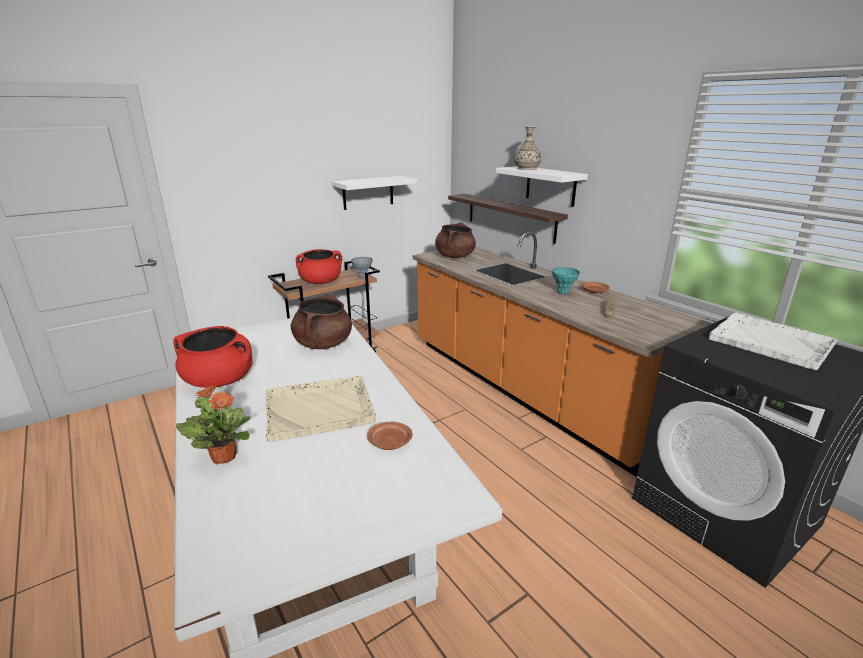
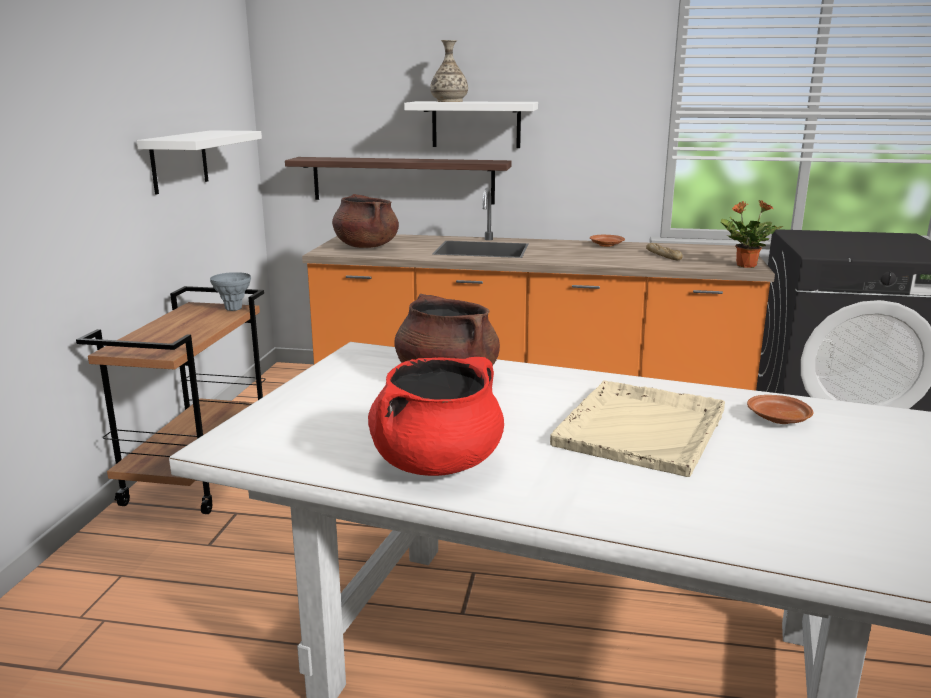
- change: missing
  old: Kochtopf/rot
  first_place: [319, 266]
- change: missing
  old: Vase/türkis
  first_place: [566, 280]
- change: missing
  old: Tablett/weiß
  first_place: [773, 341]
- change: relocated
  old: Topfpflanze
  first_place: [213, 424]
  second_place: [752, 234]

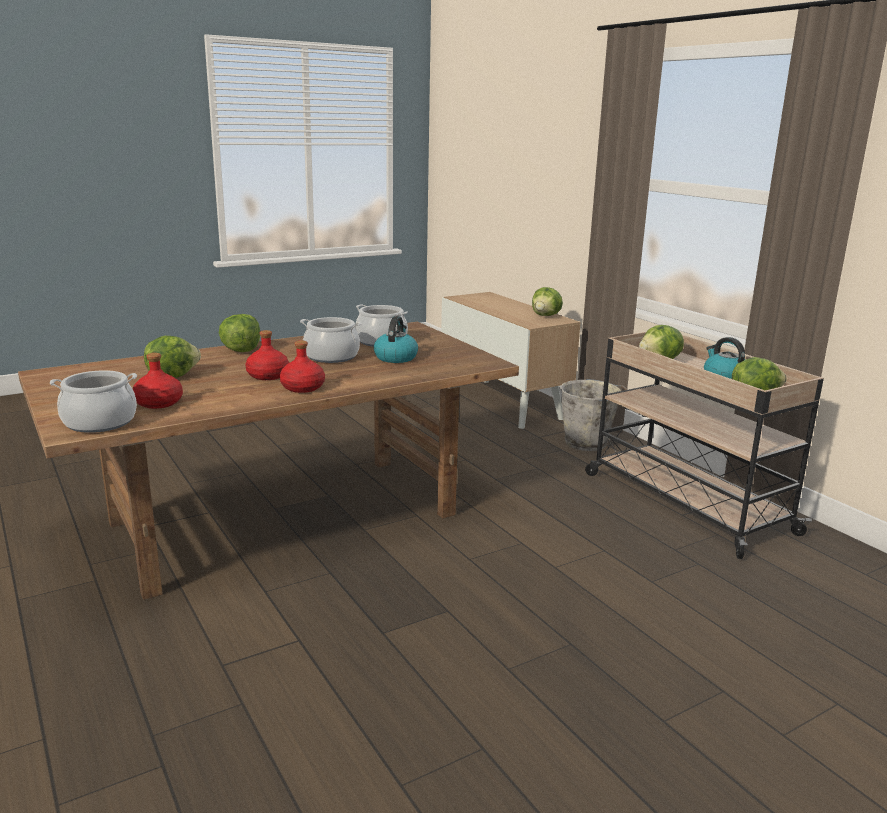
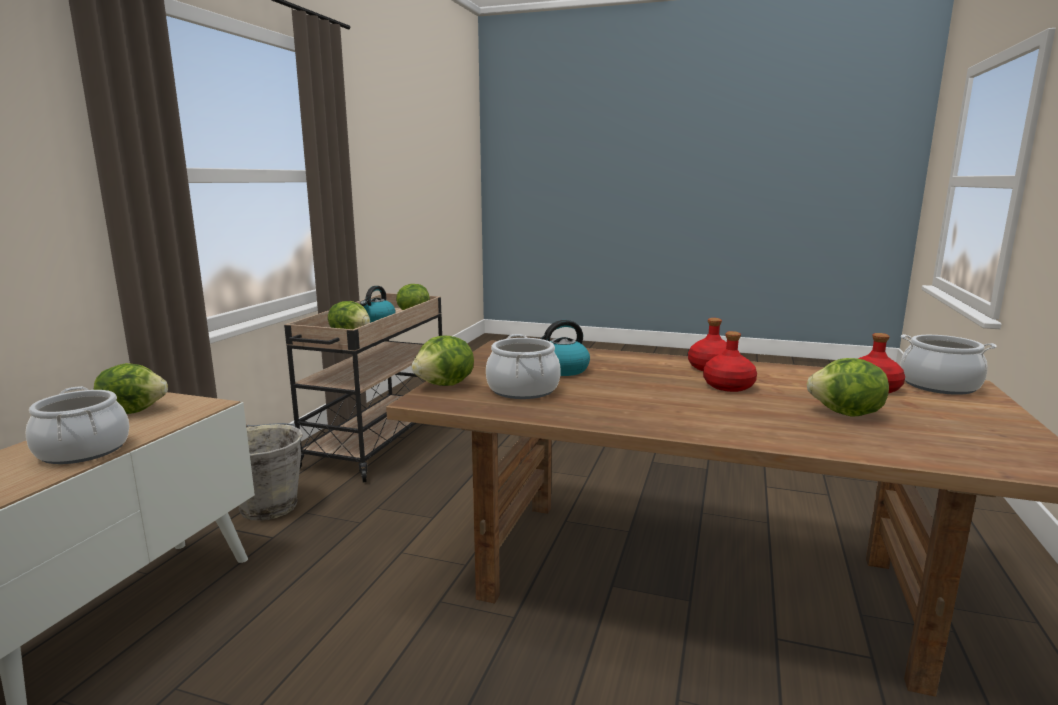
- change: relocated
  old: Salatkopf
  first_place: [239, 333]
  second_place: [442, 361]
- change: relocated
  old: Kochtopf
  first_place: [331, 340]
  second_place: [77, 425]

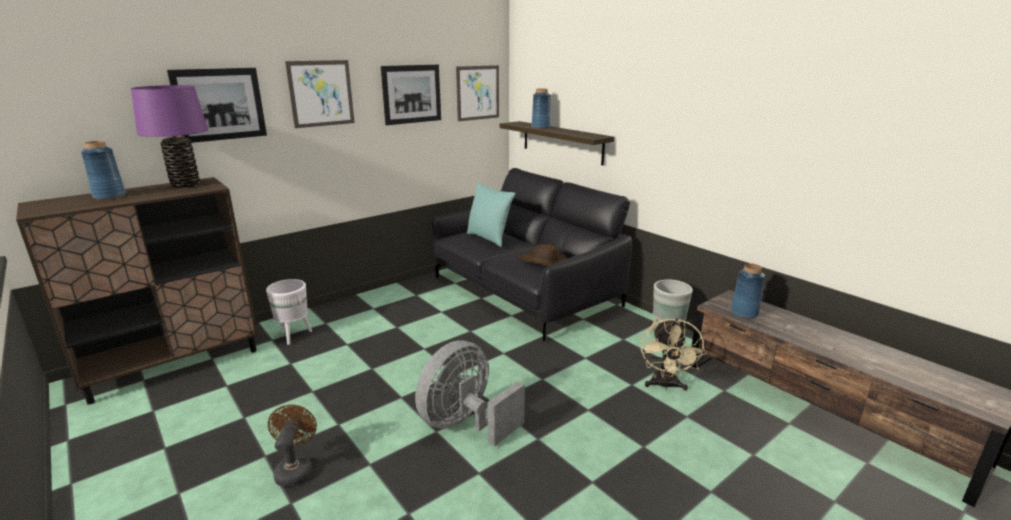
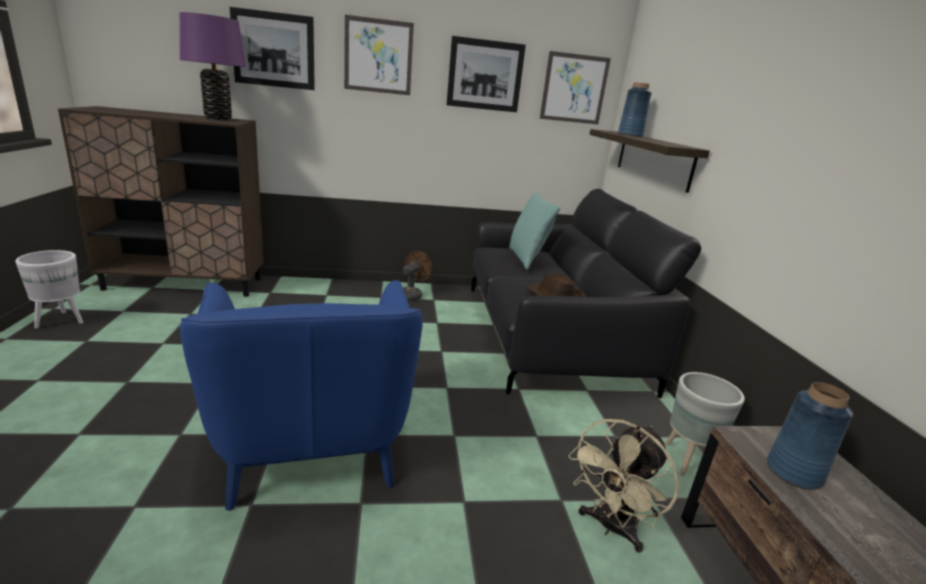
- change: missing
  old: Vase/blau
  first_place: [103, 170]
- change: relocated
  old: Pflanzkübel/weiß
  first_place: [289, 312]
  second_place: [49, 289]
- change: relocated
  old: Ventilator/braun
  first_place: [292, 446]
  second_place: [417, 276]
- change: exchanged
  old: Ventilator/grau
  new: Sessel/blau
  first_place: [470, 393]
  second_place: [301, 395]

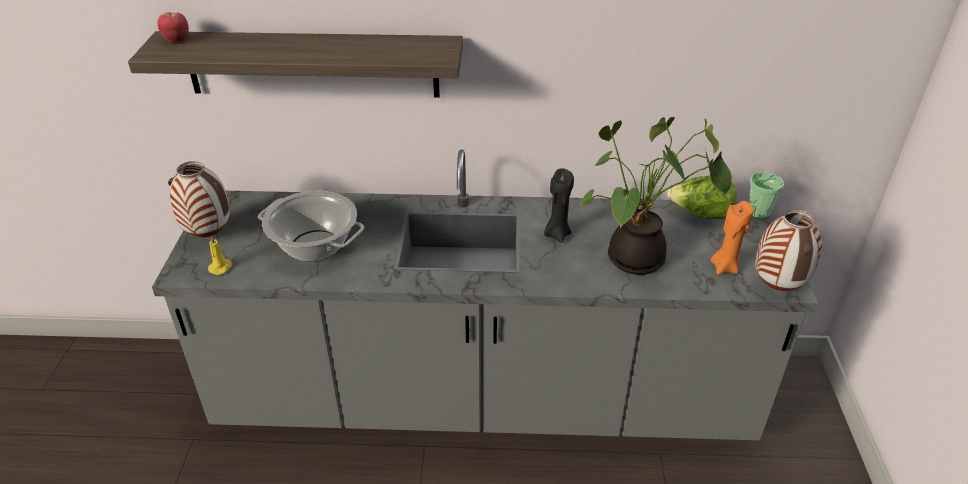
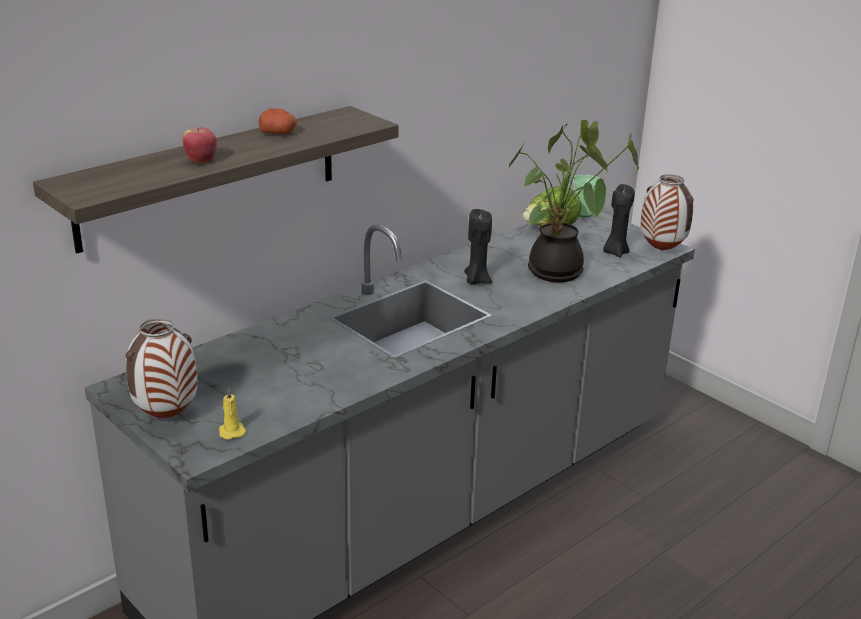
- change: missing
  old: Kochtopf
  first_place: [311, 226]
- change: appeared
  new: Kartoffel
  second_place: [277, 121]
- change: relocated
  old: Apfel
  first_place: [173, 27]
  second_place: [199, 145]
- change: colour
  old: Kerze/orange
  new: Kerze/schwarz
  first_place: [732, 238]
  second_place: [619, 220]

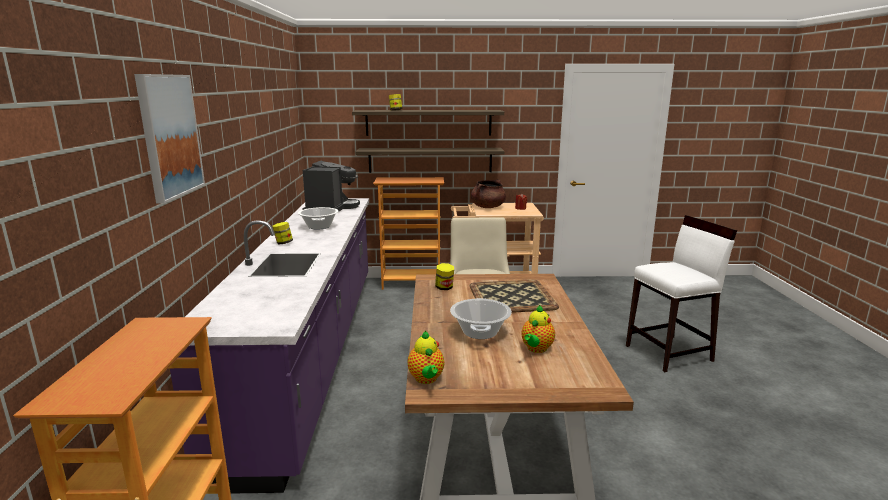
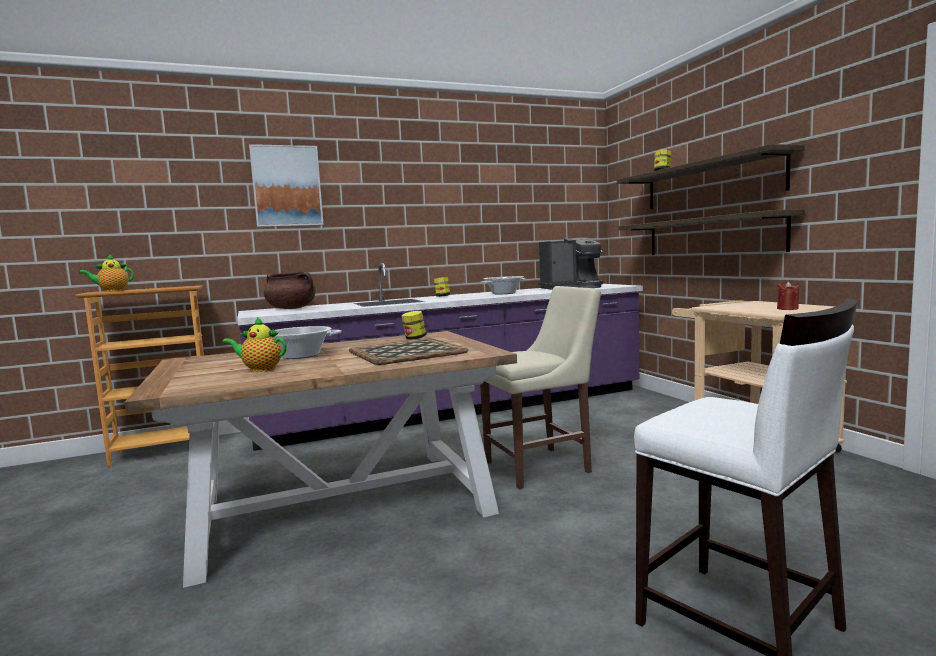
- change: missing
  old: Bücherregal
  first_place: [408, 233]
- change: relocated
  old: Teekanne
  first_place: [425, 357]
  second_place: [106, 273]
- change: relocated
  old: Kochtopf/braun
  first_place: [488, 194]
  second_place: [290, 290]

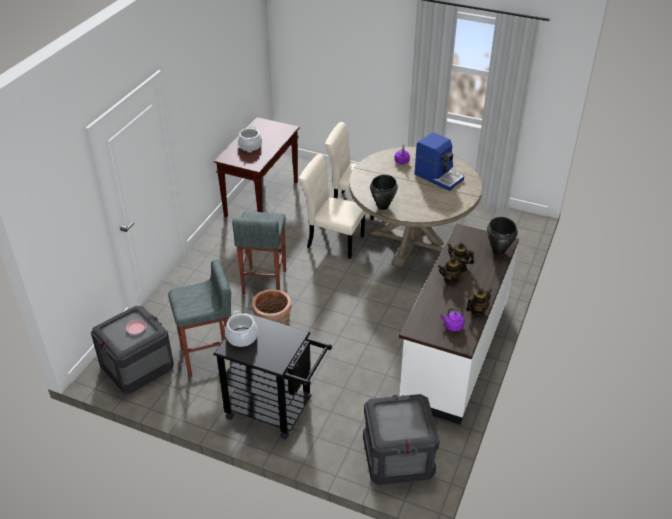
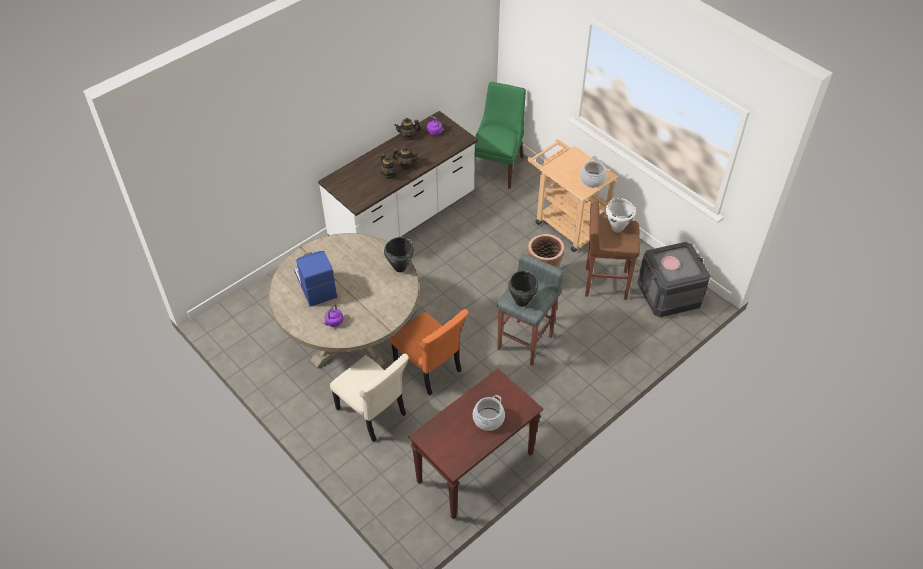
- change: appeared
  new: Kochtopf/weiß
  second_place: [620, 215]
- change: relocated
  old: Kochtopf/schwarz
  first_place: [502, 236]
  second_place: [523, 289]
- change: exchanged
  old: Kiste
  new: Stuhl/grün
  first_place: [401, 439]
  second_place: [500, 135]
- change: colour
  old: Hocker/grau
  new: Hocker/braun
  first_place: [200, 318]
  second_place: [612, 250]
- change: colour
  old: Rollwagen/schwarz
  new: Rollwagen/beige
  first_place: [273, 375]
  second_place: [573, 195]
- change: colour
  old: Stuhl/beige
  new: Stuhl/orange
  first_place: [332, 206]
  second_place: [429, 352]

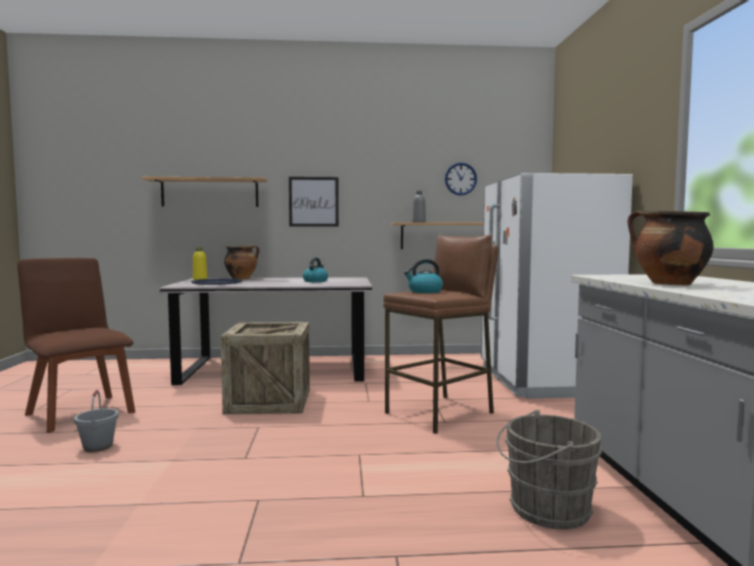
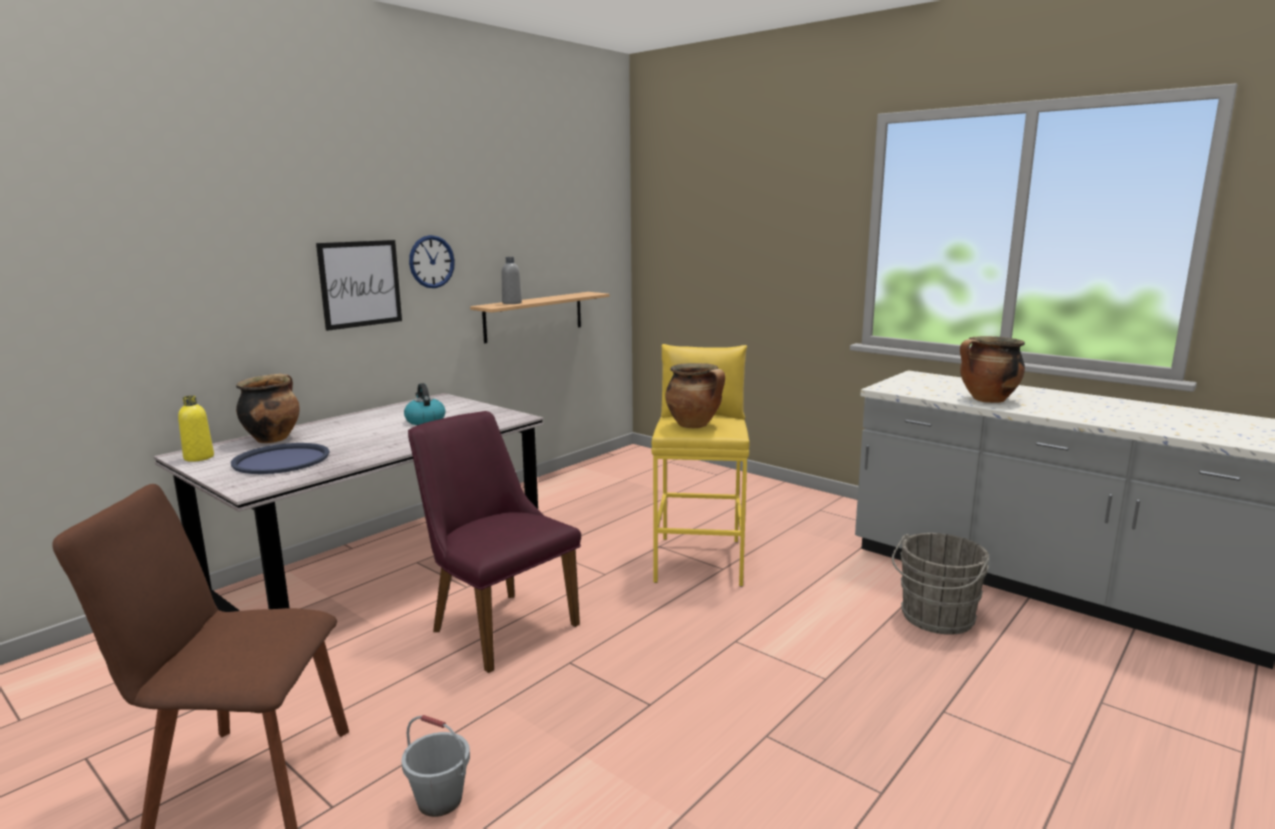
- change: missing
  old: Wandregal
  first_place: [205, 192]
- change: missing
  old: Kühlschrank/weiß
  first_place: [557, 286]
- change: relocated
  old: Wanduhr
  first_place: [461, 179]
  second_place: [432, 261]
- change: exchanged
  old: Kiste
  new: Stuhl/lila
  first_place: [265, 368]
  second_place: [494, 542]
- change: exchanged
  old: Wasserkessel
  new: Kochtopf
  first_place: [423, 276]
  second_place: [695, 395]
- change: colour
  old: Hocker/braun
  new: Hocker/gelb
  first_place: [441, 334]
  second_place: [700, 465]

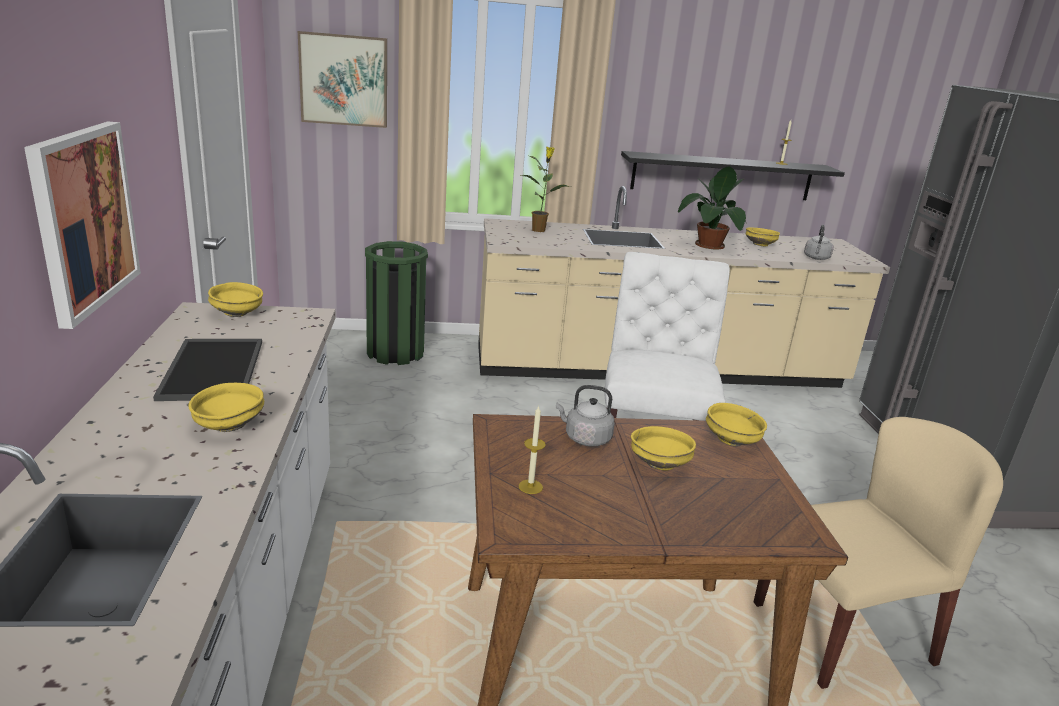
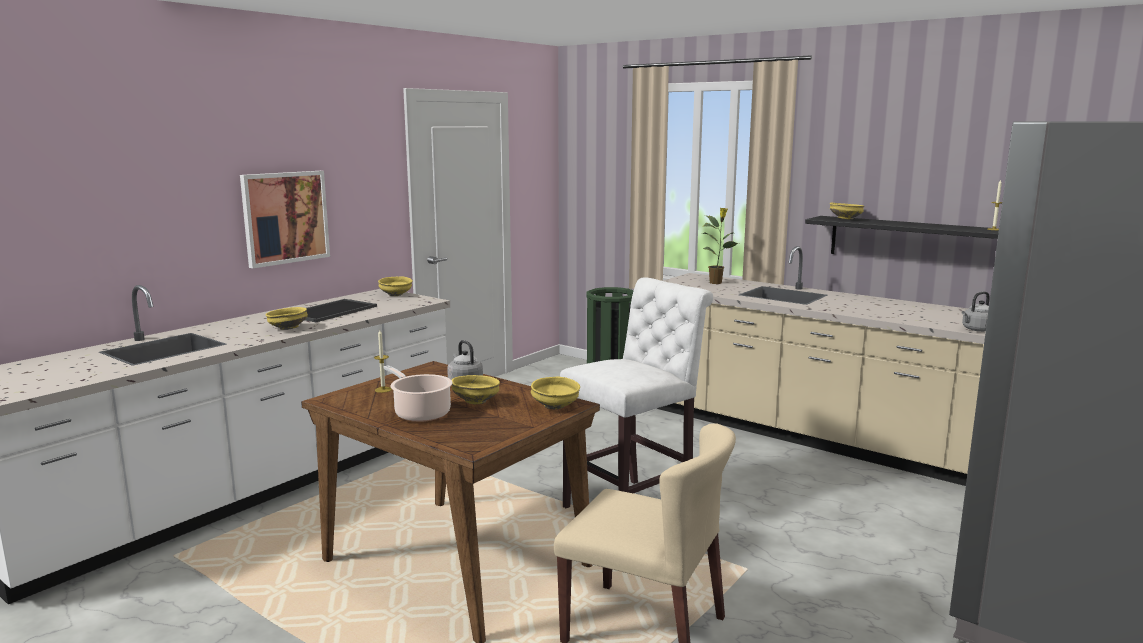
- change: missing
  old: Bild
  first_place: [342, 79]
- change: missing
  old: Topfpflanze
  first_place: [712, 207]
- change: appeared
  new: Kochtopf
  second_place: [418, 393]
- change: relocated
  old: Schüssel/gelb
  first_place: [763, 237]
  second_place: [847, 211]

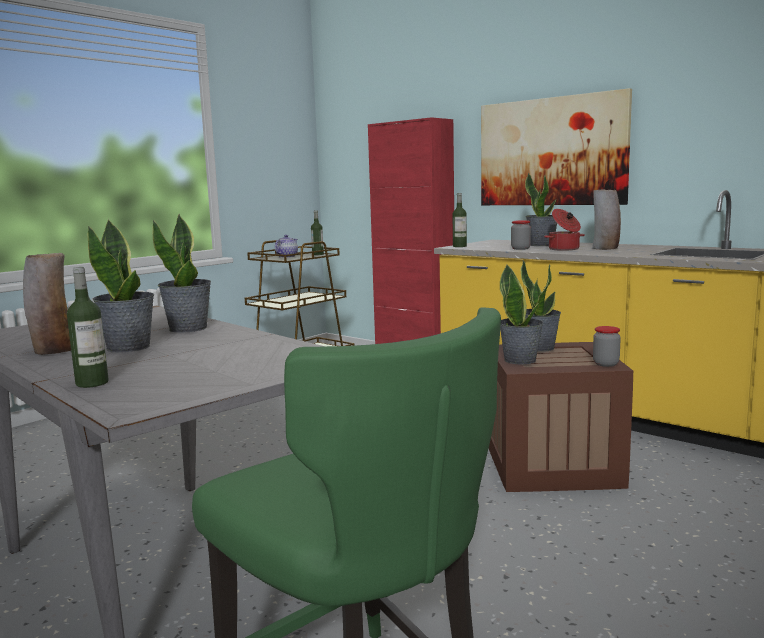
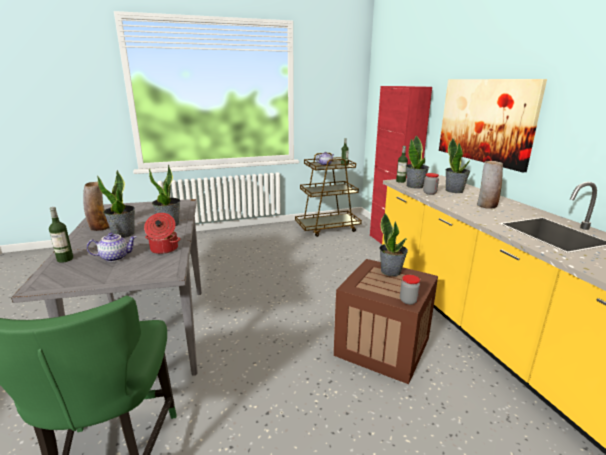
- change: appeared
  new: Teekanne
  second_place: [112, 247]
- change: relocated
  old: Topfpflanze
  first_place: [522, 315]
  second_place: [417, 162]
- change: relocated
  old: Kochtopf
  first_place: [564, 230]
  second_place: [162, 233]

